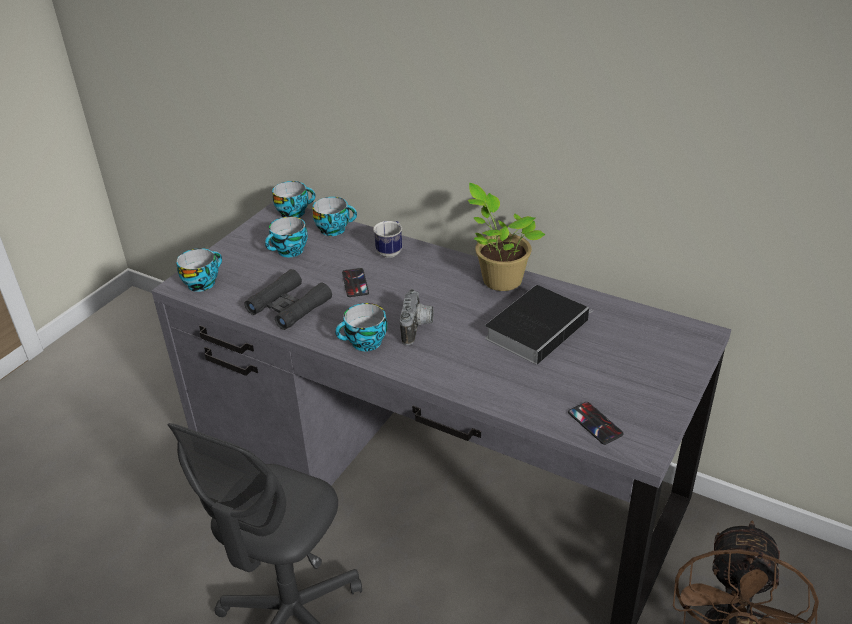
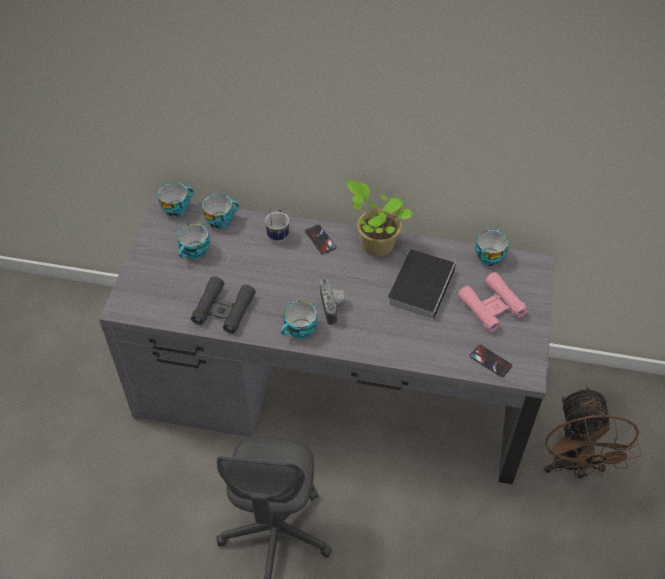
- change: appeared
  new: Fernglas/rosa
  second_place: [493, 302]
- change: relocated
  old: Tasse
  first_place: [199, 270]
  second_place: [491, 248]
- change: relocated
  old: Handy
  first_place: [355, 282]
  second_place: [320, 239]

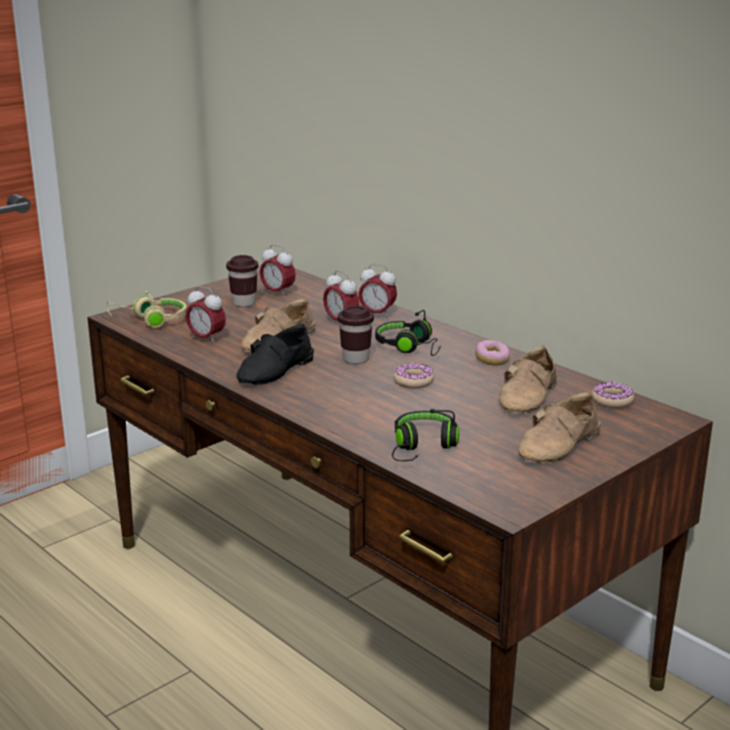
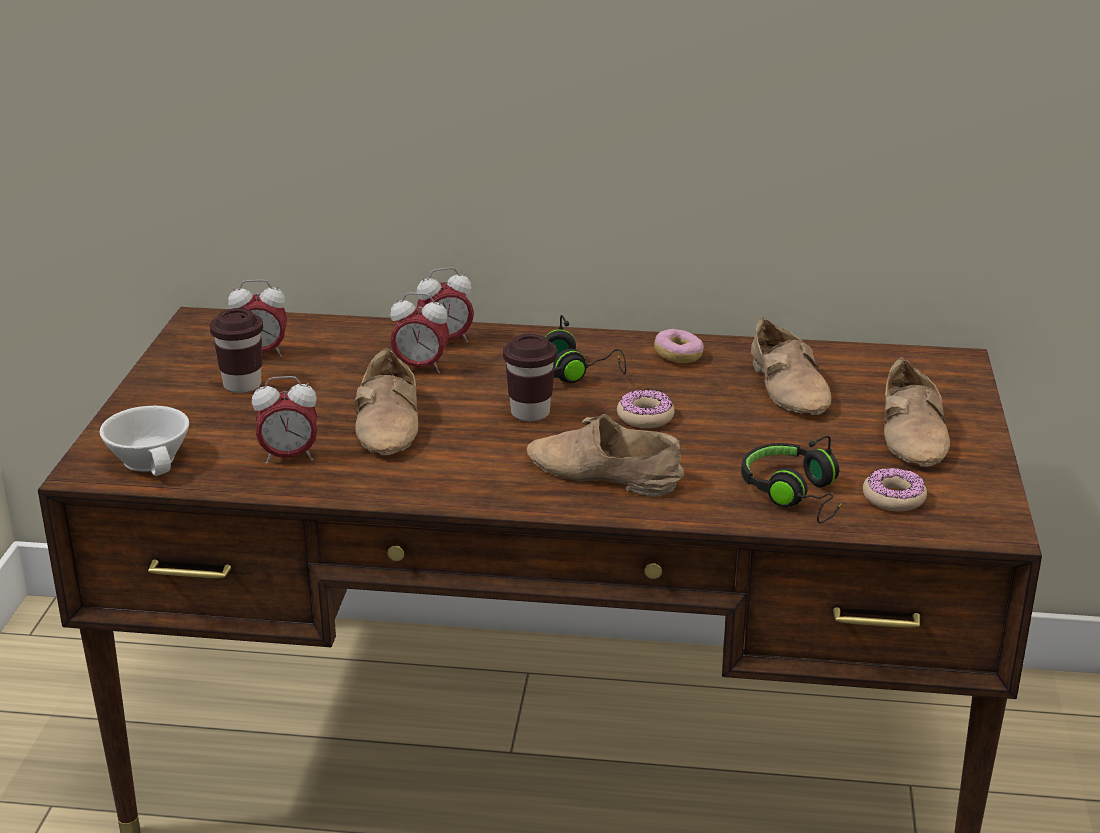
- change: missing
  old: Schuh/schwarz
  first_place: [275, 354]
- change: appeared
  new: Schuh/beige
  second_place: [605, 455]
- change: relocated
  old: Donut
  first_place: [613, 395]
  second_place: [895, 489]
- change: exchanged
  old: Kopfhörer/beige
  new: Tasse/weiß
  first_place: [147, 309]
  second_place: [144, 441]

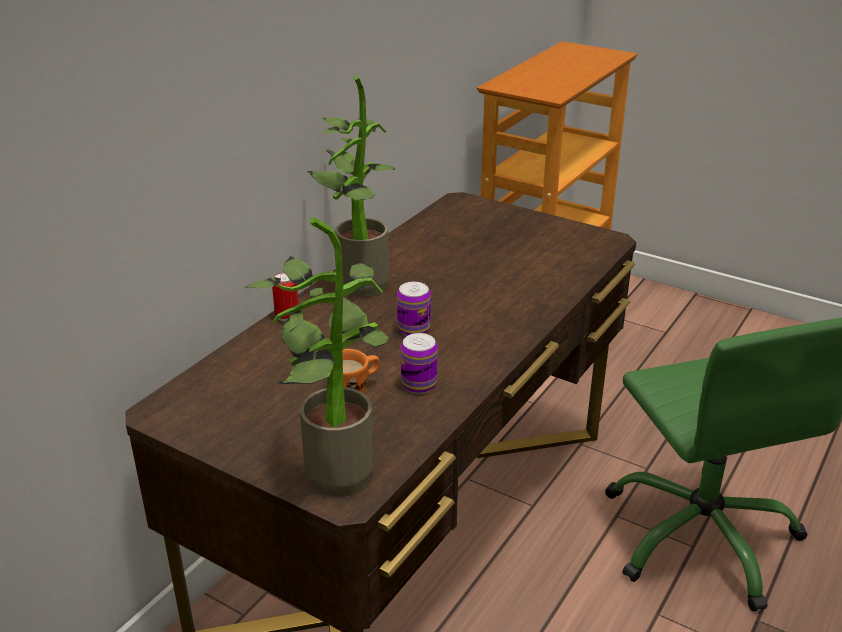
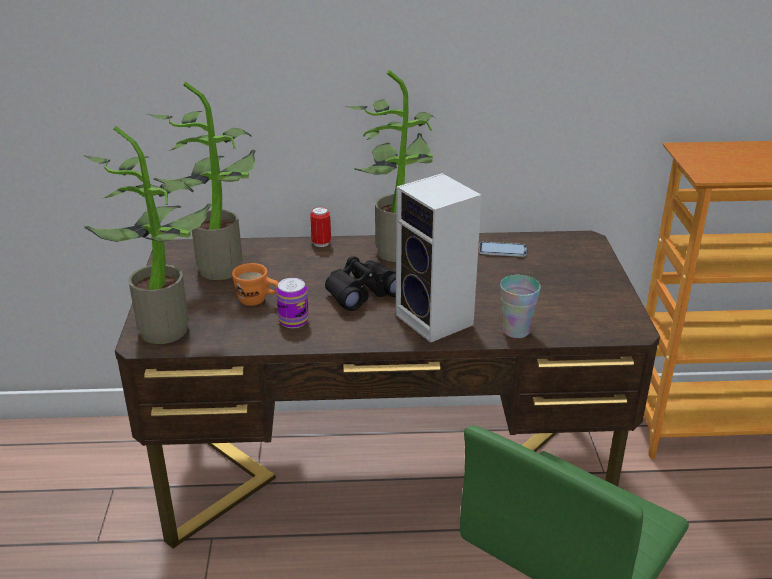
- change: appeared
  new: Topfpflanze
  second_place: [201, 181]
- change: appeared
  new: Lautsprecher
  second_place: [439, 258]
- change: appeared
  new: Handy
  second_place: [503, 249]
- change: appeared
  new: Tasse
  second_place: [520, 306]
- change: exchanged
  old: Dose
  new: Fernglas/schwarz
  first_place: [414, 309]
  second_place: [360, 283]

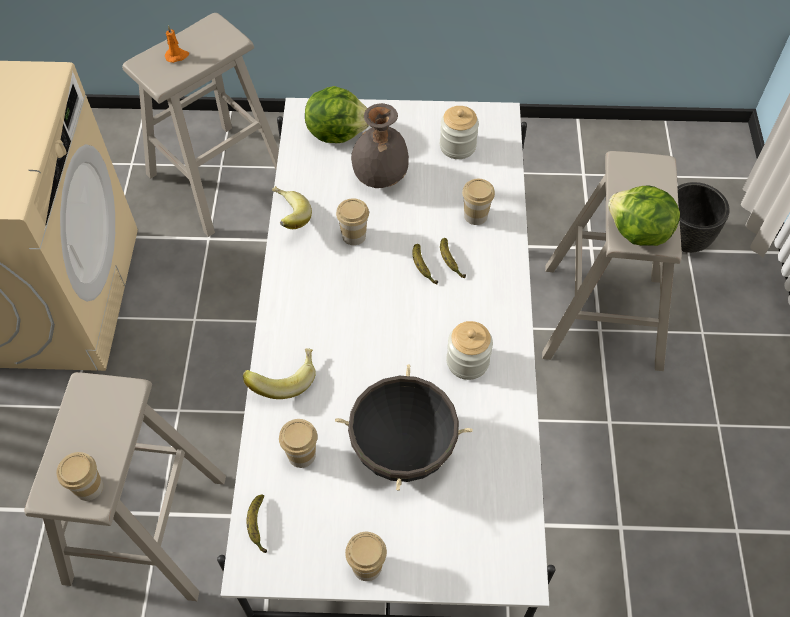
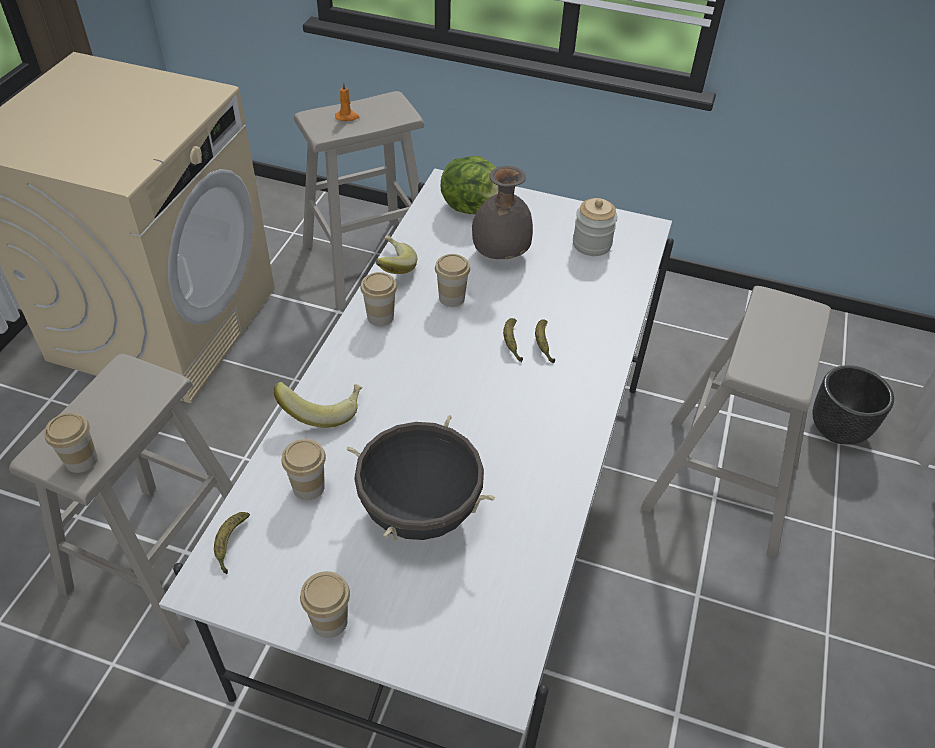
- change: missing
  old: Vorratsglas
  first_place: [469, 350]
- change: missing
  old: Salatkopf
  first_place: [644, 215]
- change: relocated
  old: Tasse
  first_place: [478, 202]
  second_place: [378, 299]

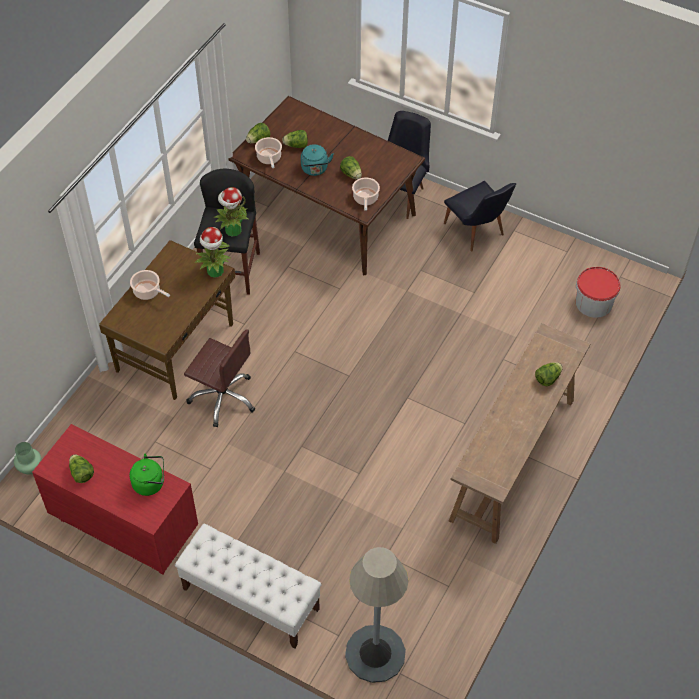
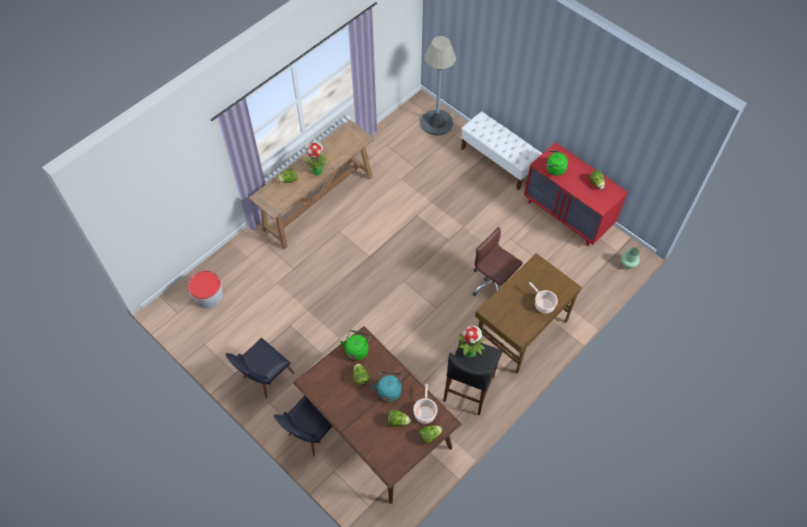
- change: relocated
  old: Topfpflanze
  first_place: [212, 252]
  second_place: [317, 158]
- change: exchanged
  old: Kochtopf
  new: Wasserkessel/grün
  first_place: [366, 193]
  second_place: [355, 345]
- change: spun
  old: Stuhl/schwarz
  first_place: [480, 216]
  second_place: [260, 368]
  degrees: -120

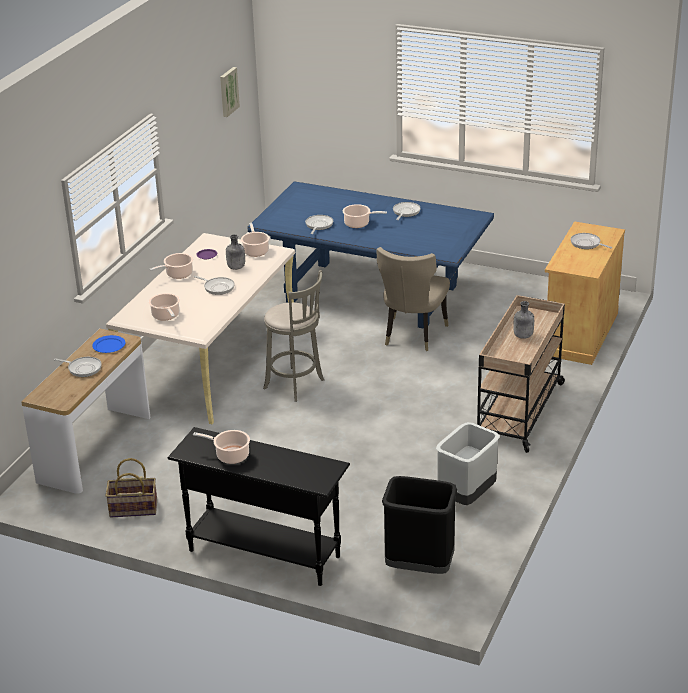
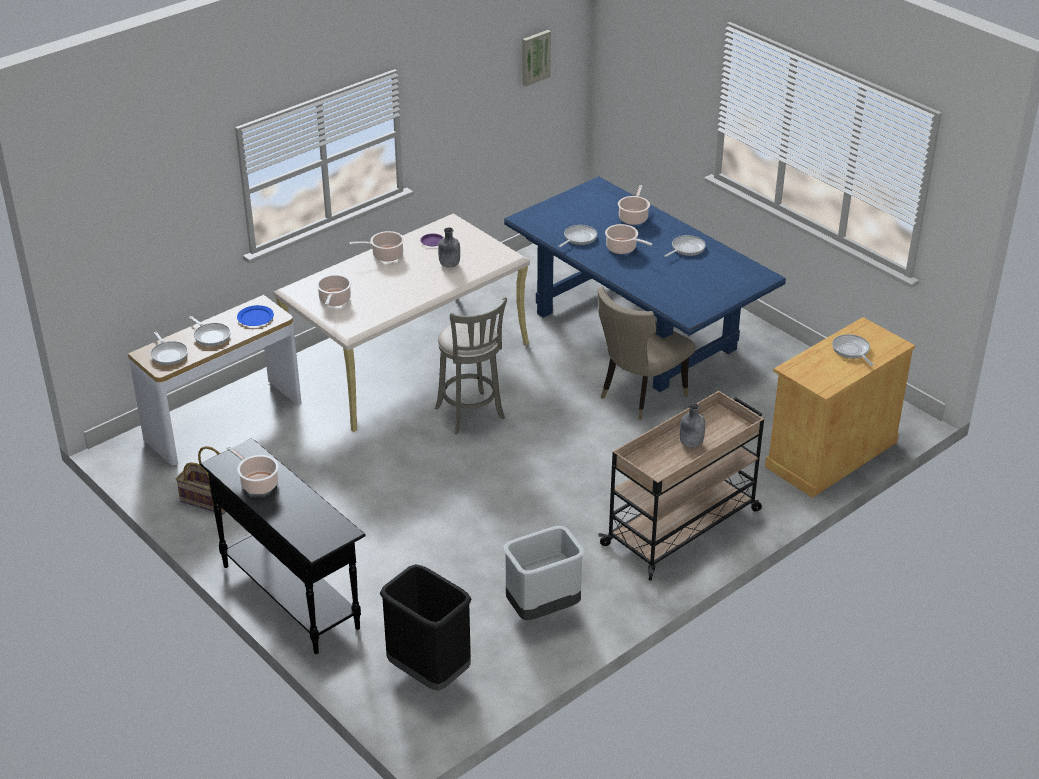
- change: relocated
  old: Pfanne
  first_place: [214, 285]
  second_place: [169, 348]
- change: relocated
  old: Kochtopf
  first_place: [255, 240]
  second_place: [634, 205]

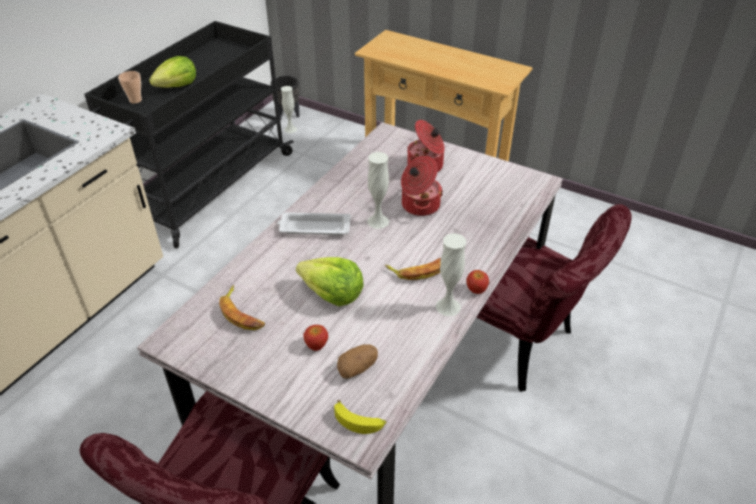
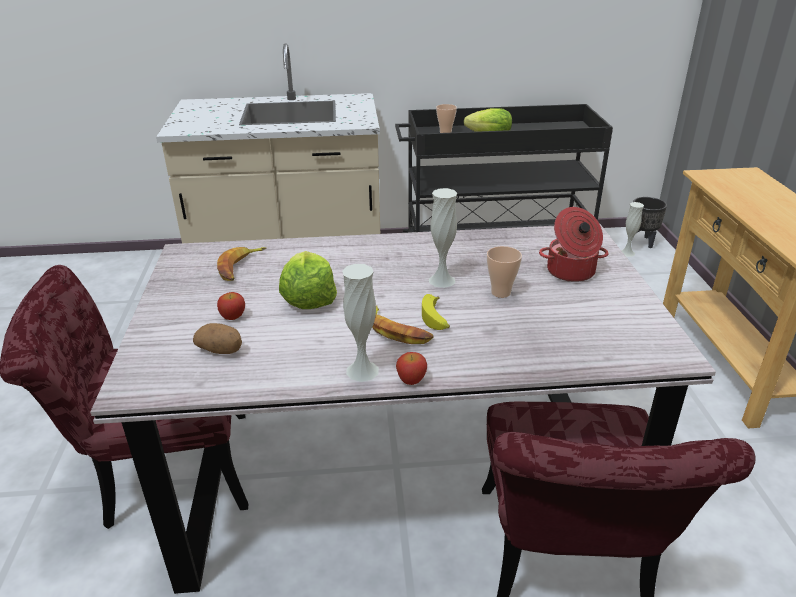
- change: missing
  old: Tablett/weiß
  first_place: [314, 223]
- change: relocated
  old: Banane
  first_place: [360, 417]
  second_place: [436, 312]
- change: exchanged
  old: Kochtopf
  new: Tasse
  first_place: [422, 186]
  second_place: [504, 272]

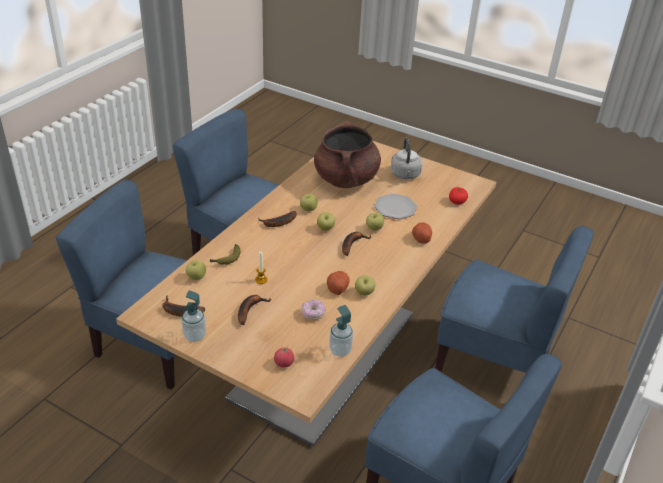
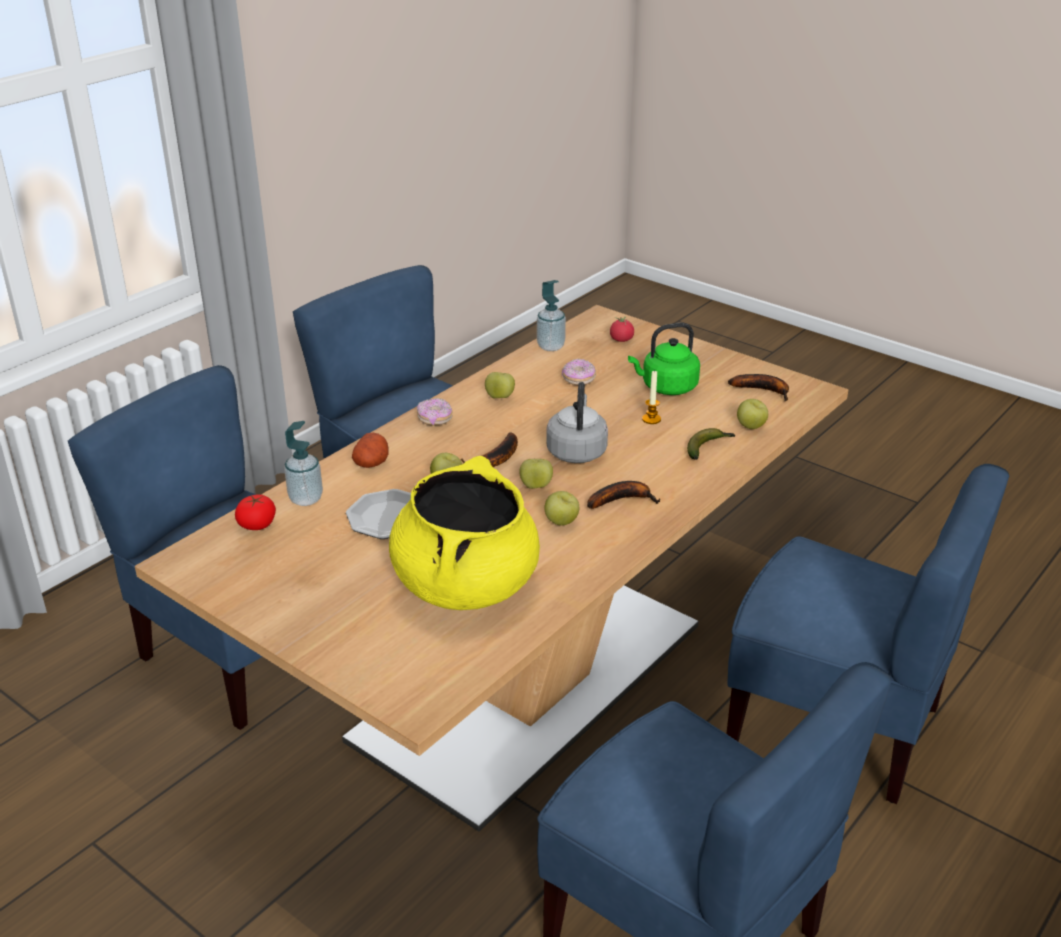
- change: missing
  old: Kartoffel
  first_place: [338, 283]
- change: appeared
  new: Donut
  second_place: [435, 412]
- change: relocated
  old: Seifenspender
  first_place: [194, 316]
  second_place: [303, 463]
- change: relocated
  old: Wasserkessel/grau
  first_place: [407, 158]
  second_place: [577, 422]
- change: exchanged
  old: Banane
  new: Wasserkessel/grün
  first_place: [254, 310]
  second_place: [664, 359]
- change: colour
  old: Kochtopf/braun
  new: Kochtopf/gelb
  first_place: [347, 154]
  second_place: [464, 533]

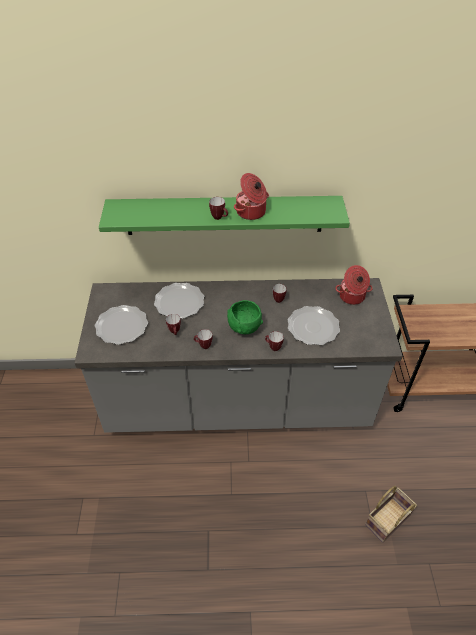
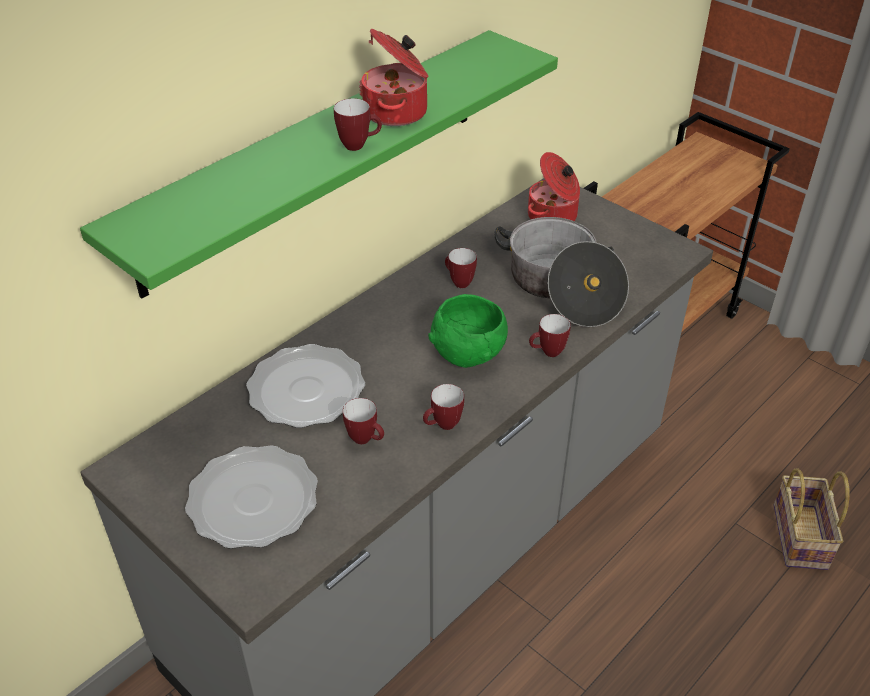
- change: exchanged
  old: Teller
  new: Kochtopf
  first_place: [314, 325]
  second_place: [561, 272]

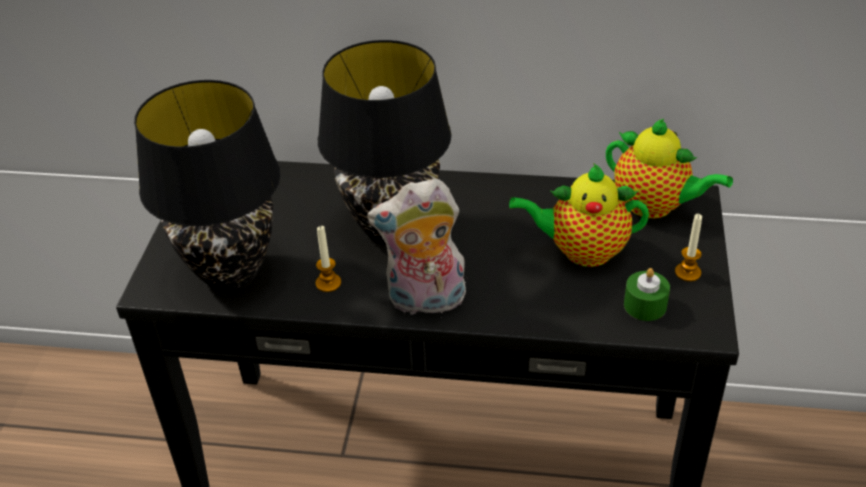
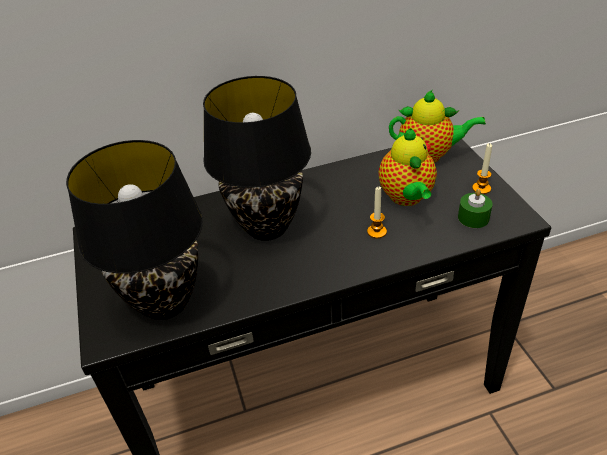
- change: missing
  old: Plüschtier
  first_place: [416, 248]
- change: relocated
  old: Kerze
  first_place: [328, 258]
  second_place: [377, 212]
- change: spun
  old: Teekanne
  first_place: [579, 215]
  second_place: [407, 167]
  degrees: -75

